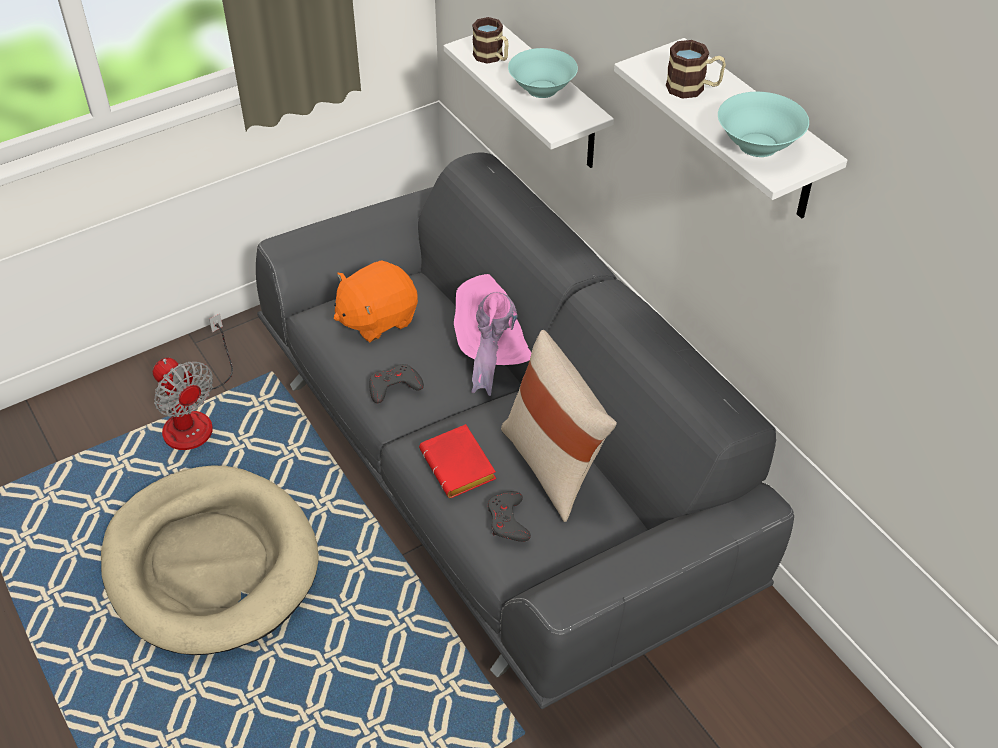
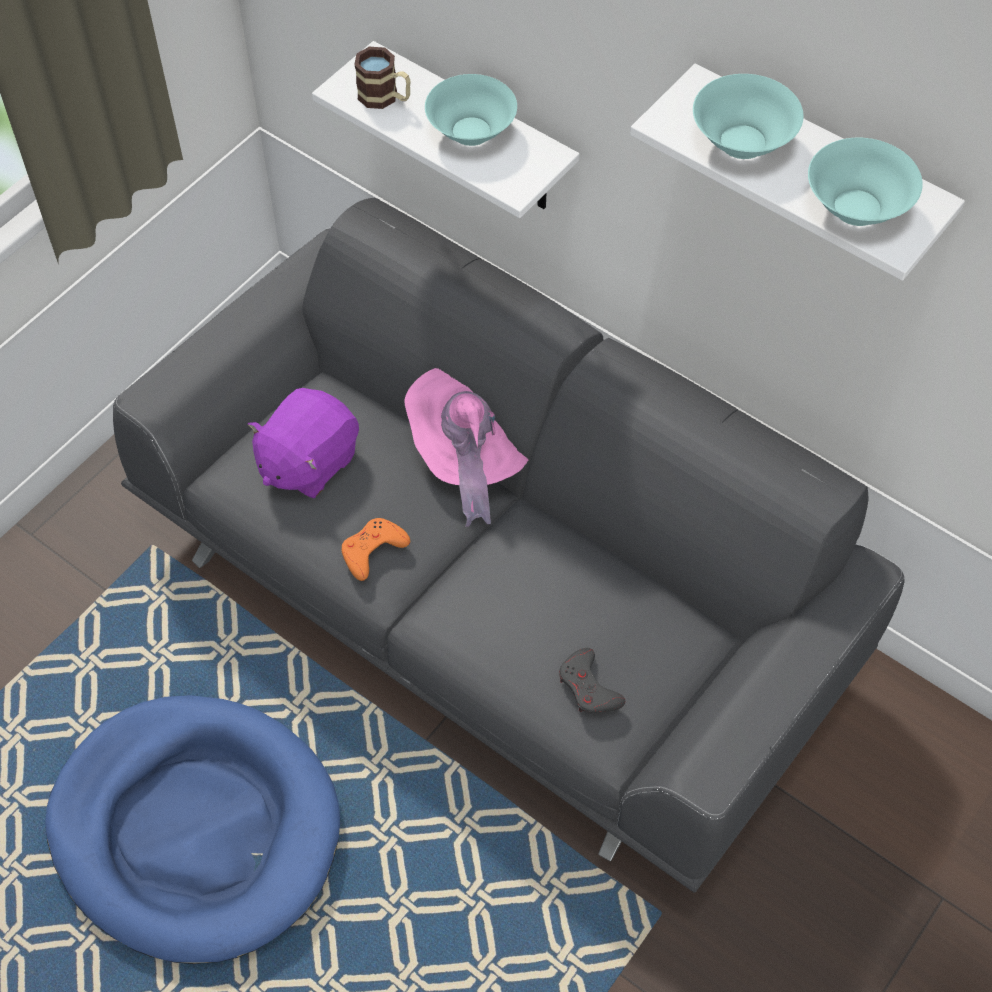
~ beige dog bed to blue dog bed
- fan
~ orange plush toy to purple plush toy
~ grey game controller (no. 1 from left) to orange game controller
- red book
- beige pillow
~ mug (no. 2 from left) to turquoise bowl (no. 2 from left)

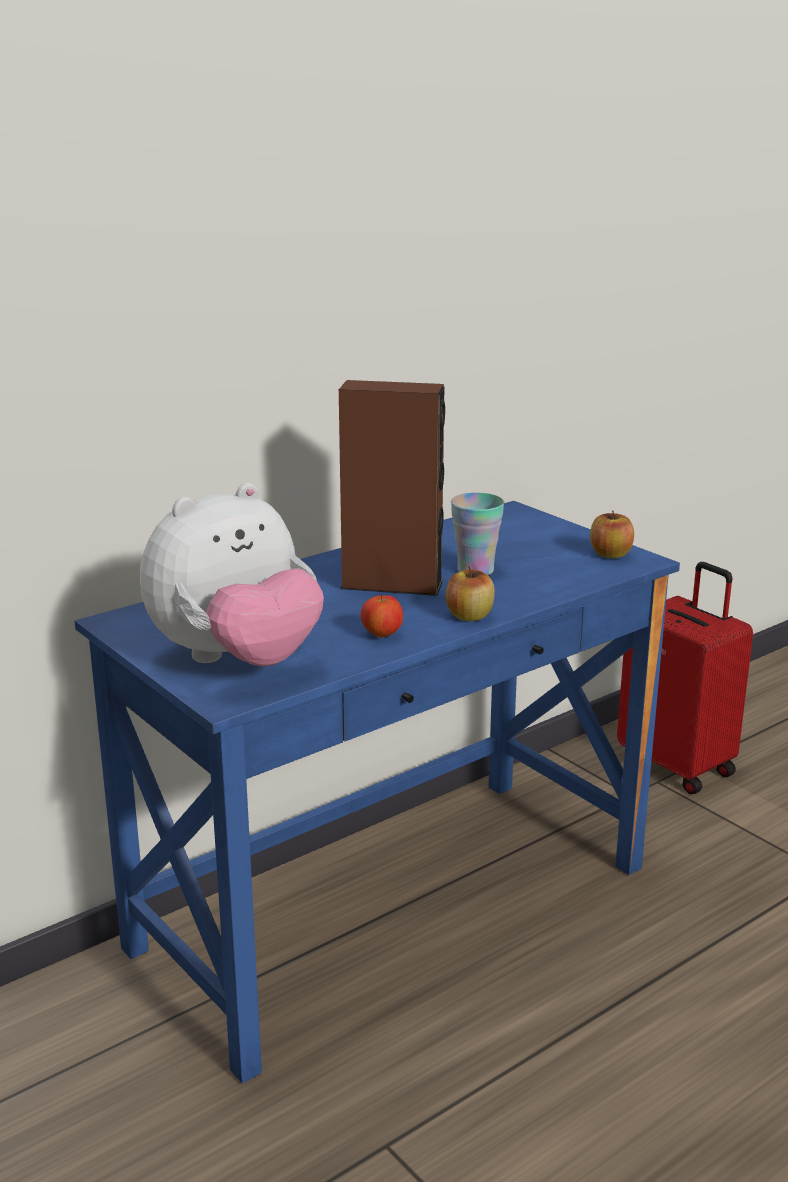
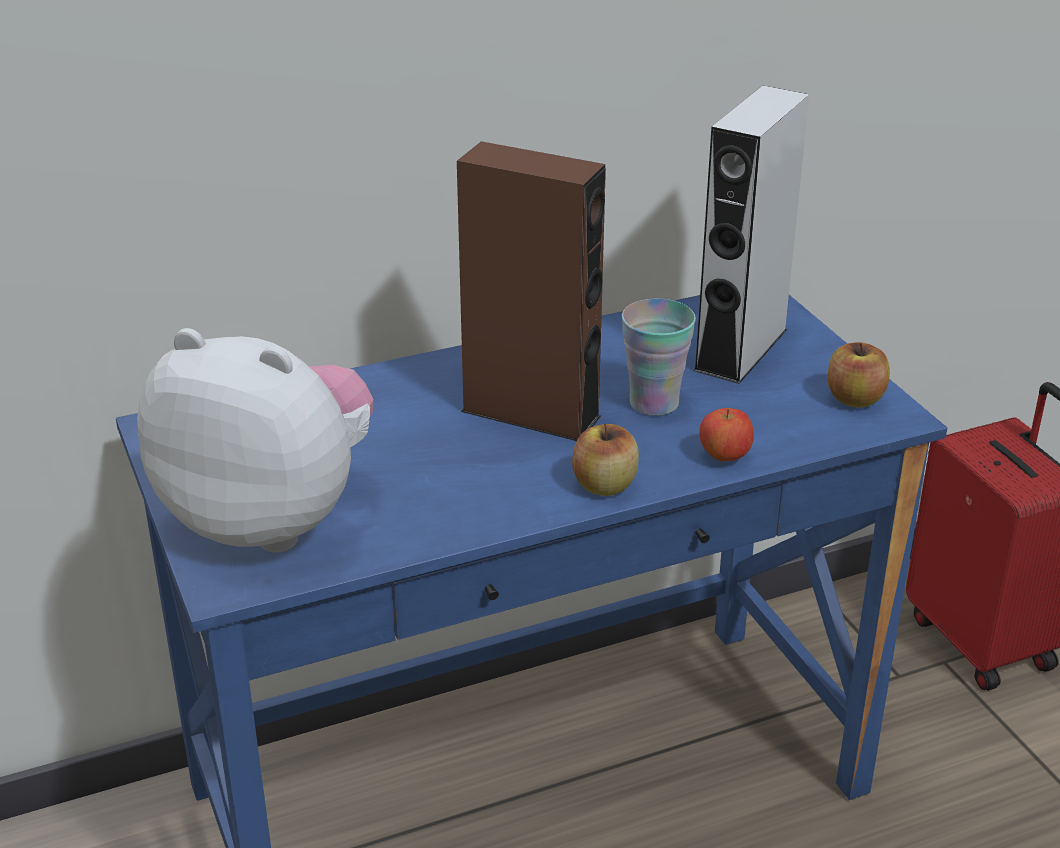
~ plush toy 135 degrees counterclockwise
~ apple (no. 1 from left in the first image) to apple (no. 2 from left)
+ grey speaker

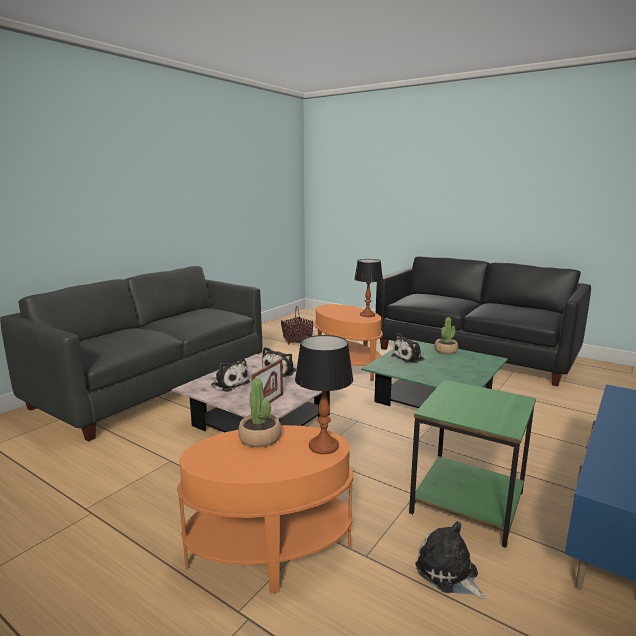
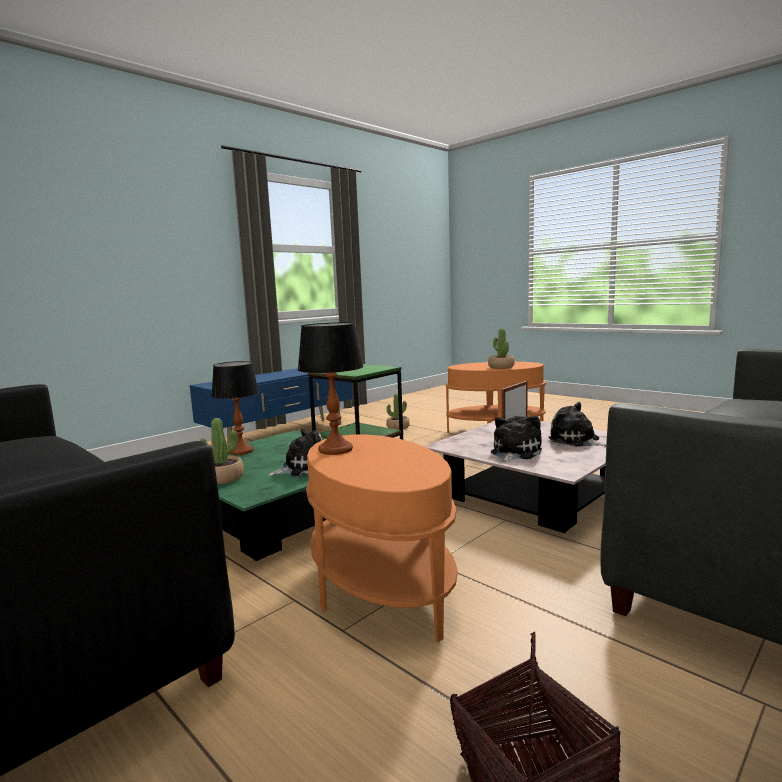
~ table lamp (no. 1 from left)
~ plush toy (no. 4 from left) to potted plant (no. 2 from left)

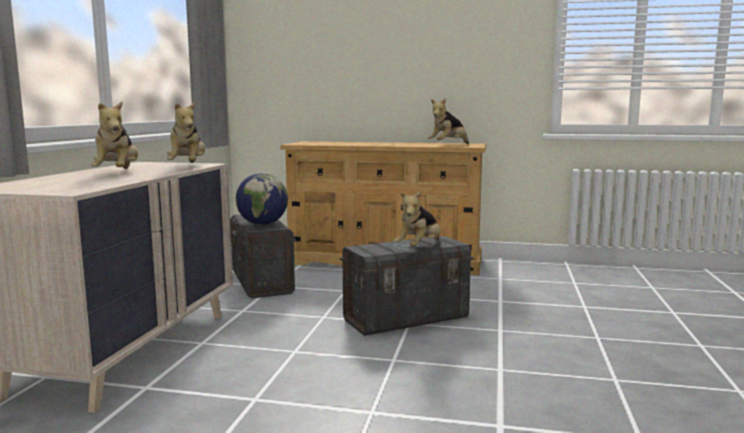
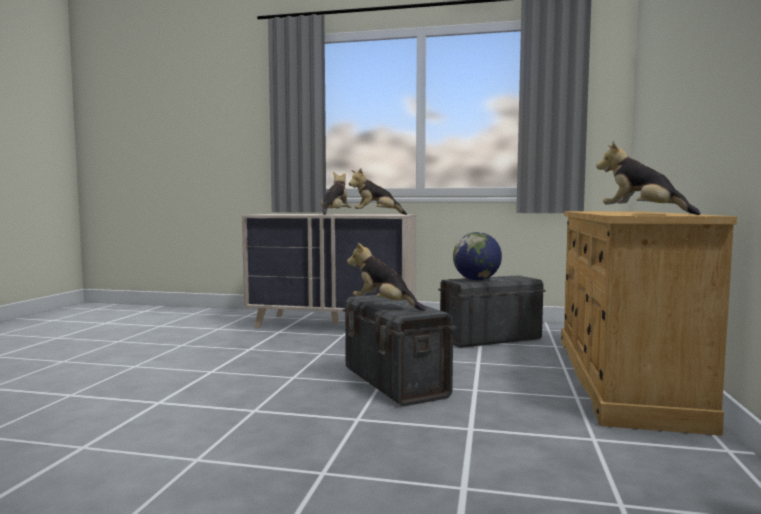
~ plush toy (no. 1 from left) 120 degrees clockwise

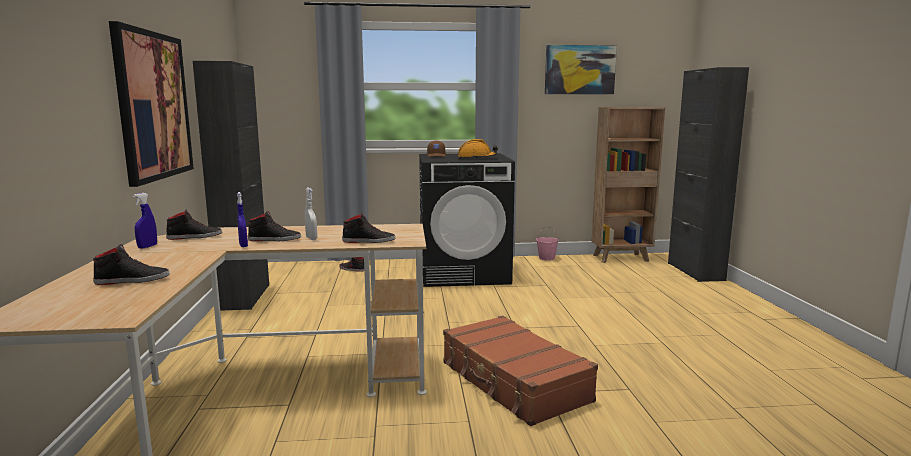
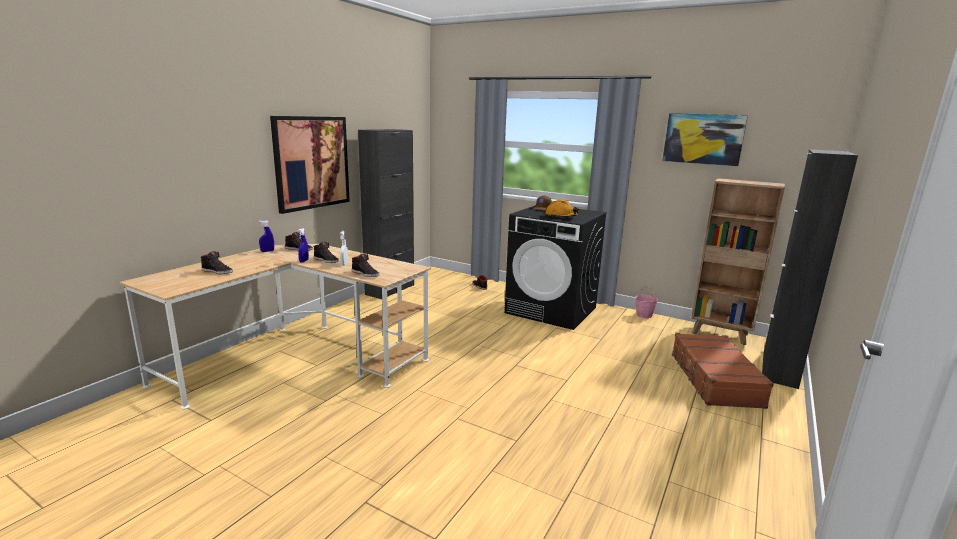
~ brown suitcase

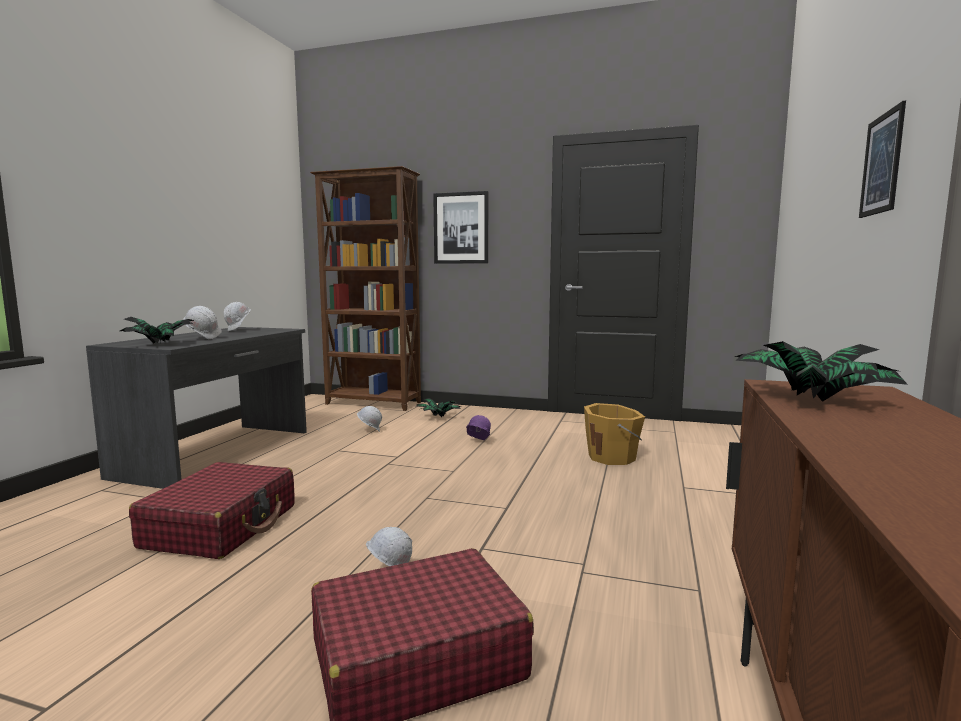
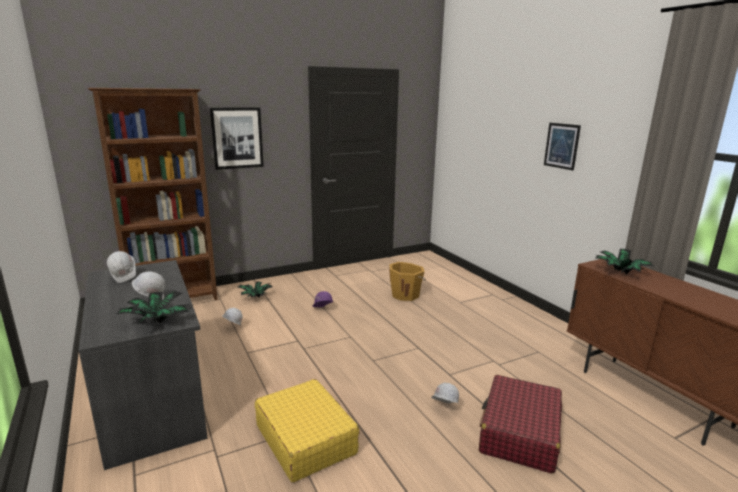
~ red suitcase (no. 1 from left) to yellow suitcase

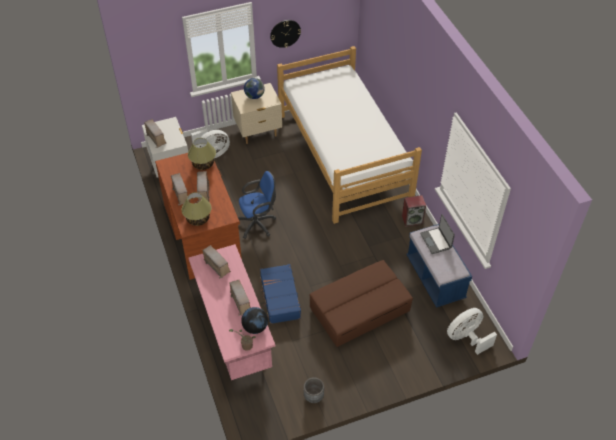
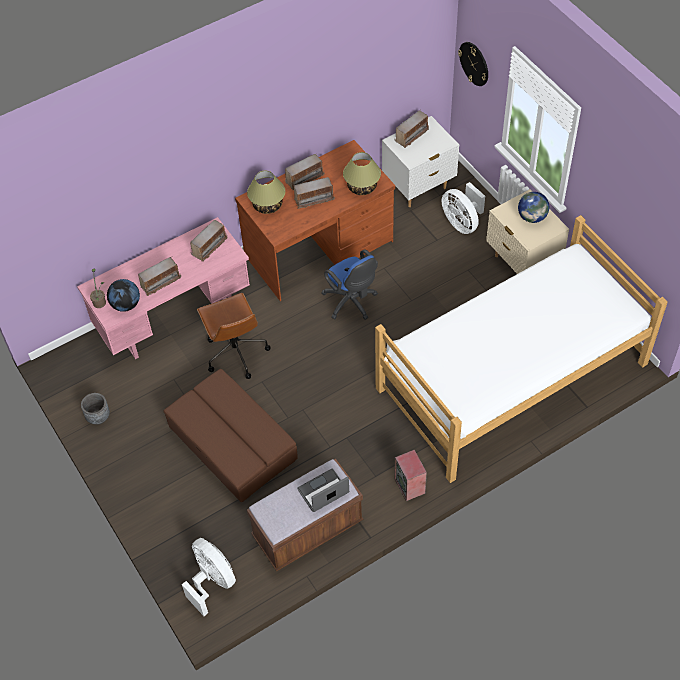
~ blue suitcase to brown office chair
~ wall clock
~ blue bench to brown bench

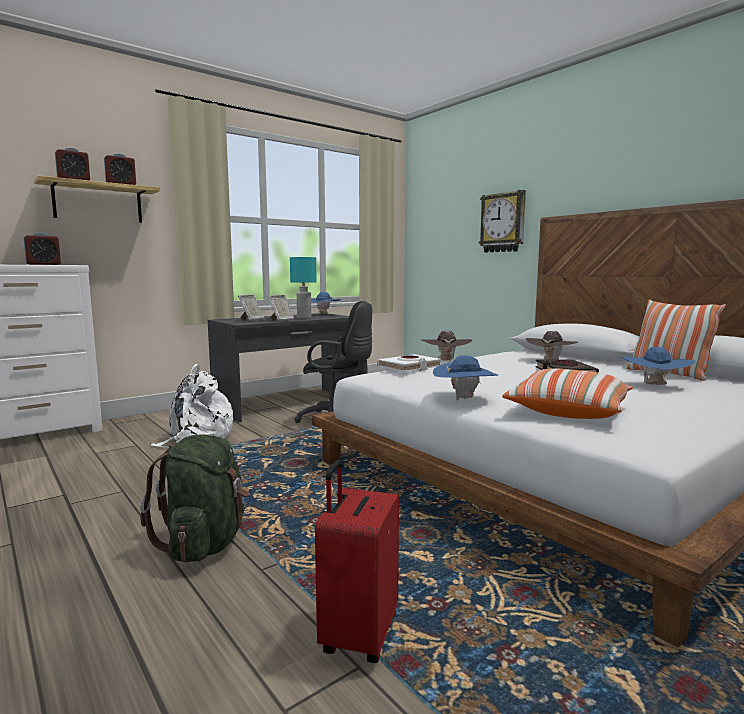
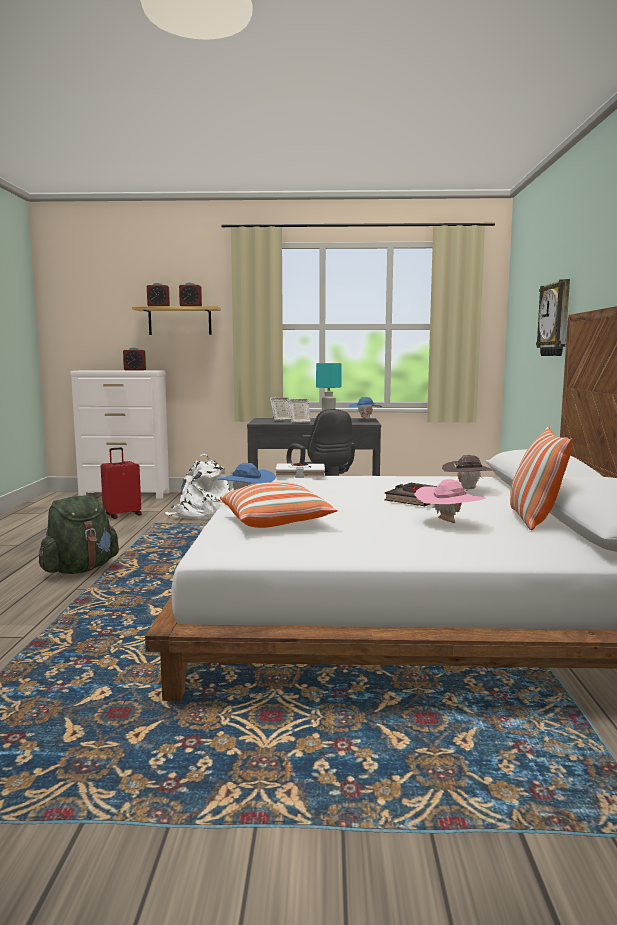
~ red suitcase
- brown hat (no. 1 from left)
~ blue hat (no. 3 from left) to pink hat

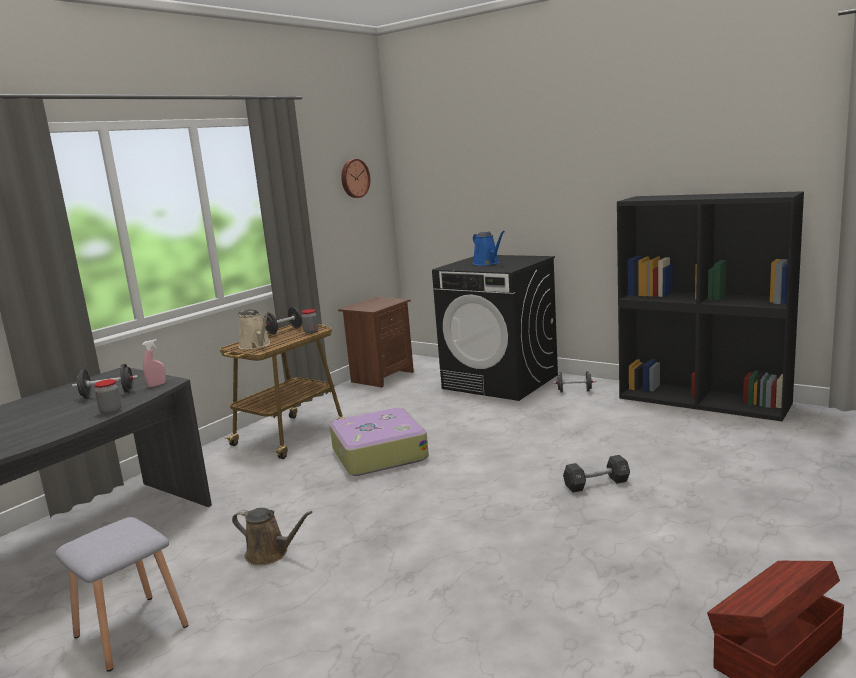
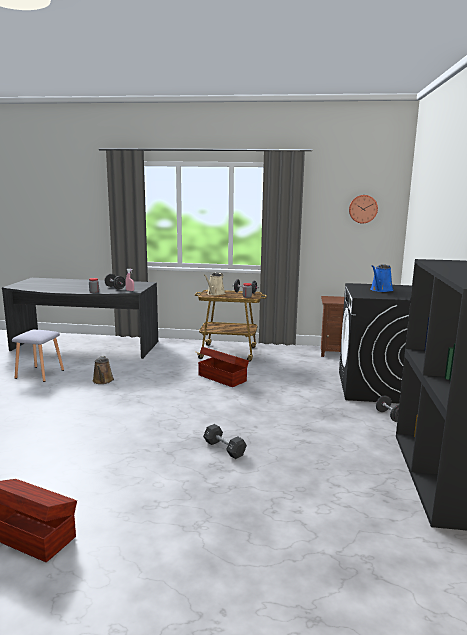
~ suitcase to brown storage box (no. 2 from left)

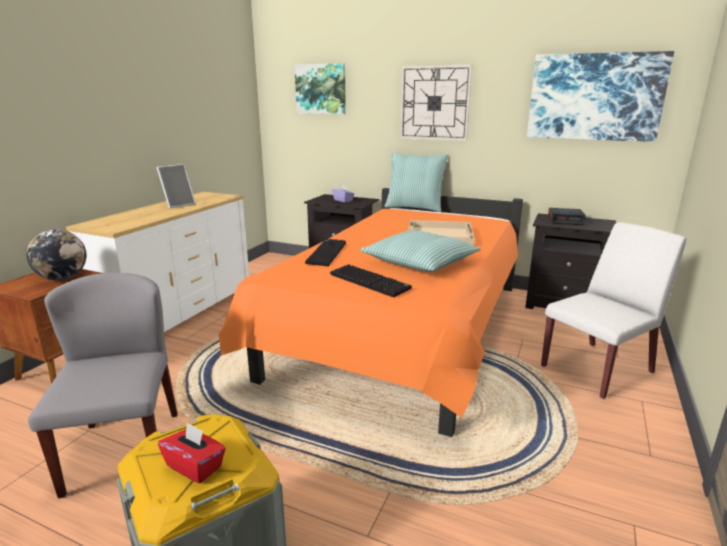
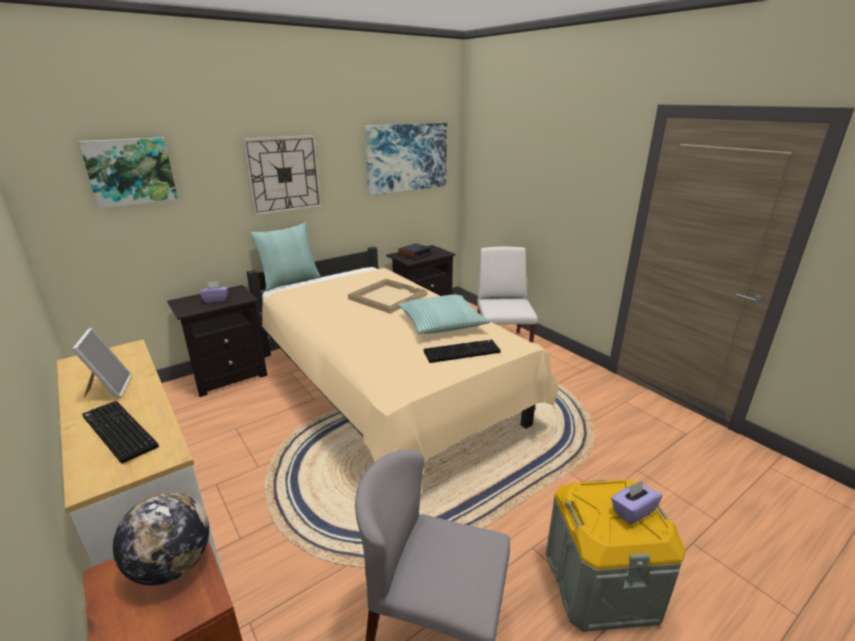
~ red tissue box to purple tissue box (no. 2 from left)
~ orange bed to beige bed
~ keyboard (no. 1 from left)

